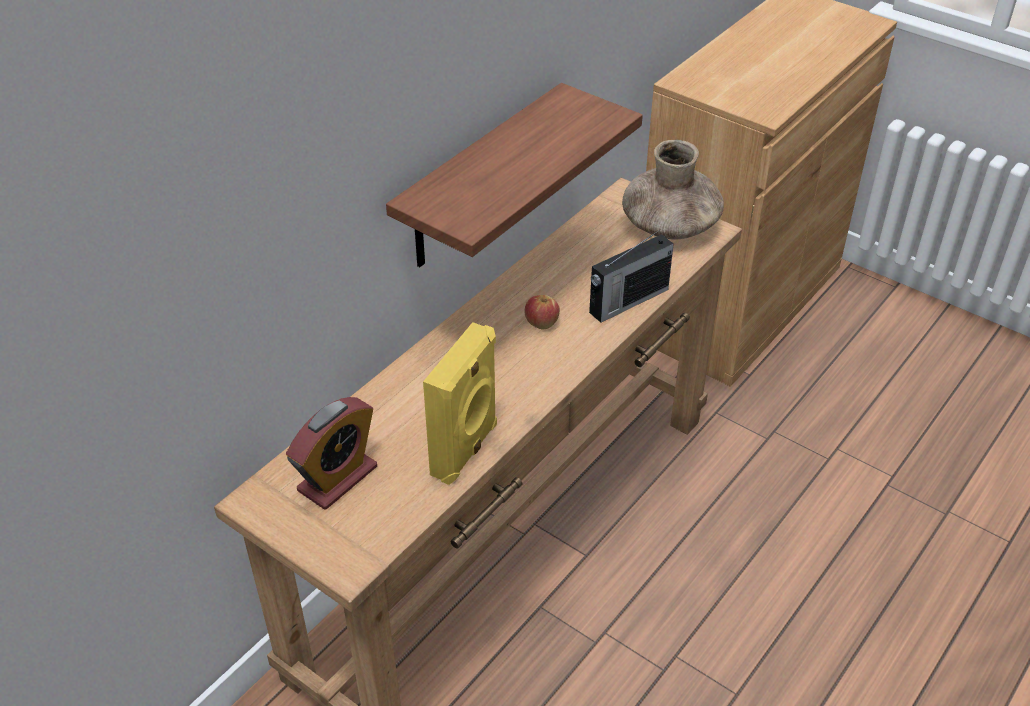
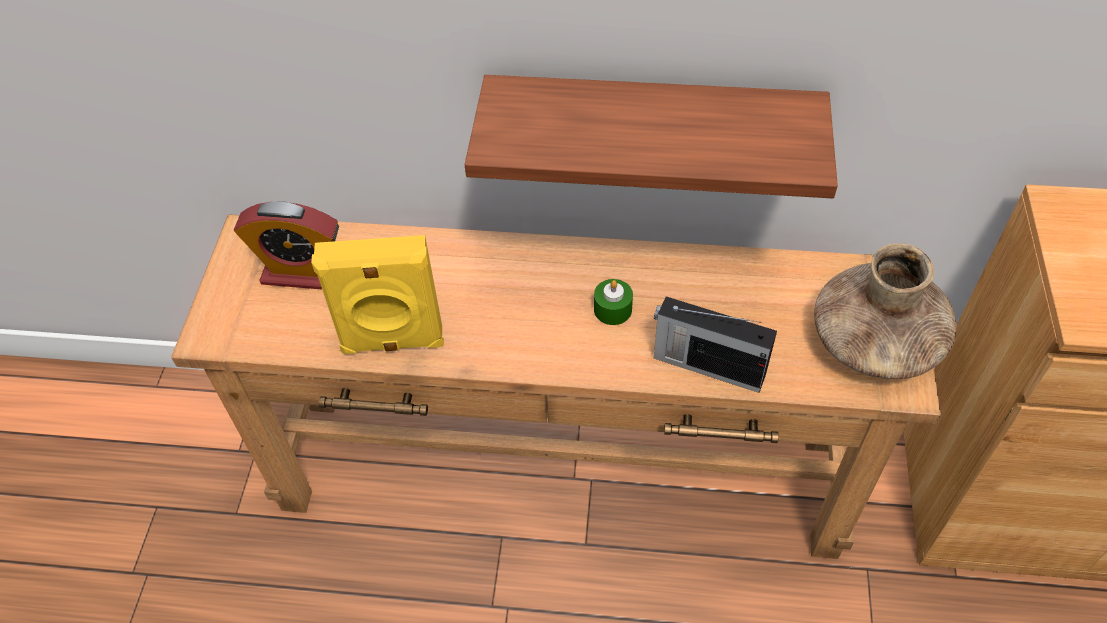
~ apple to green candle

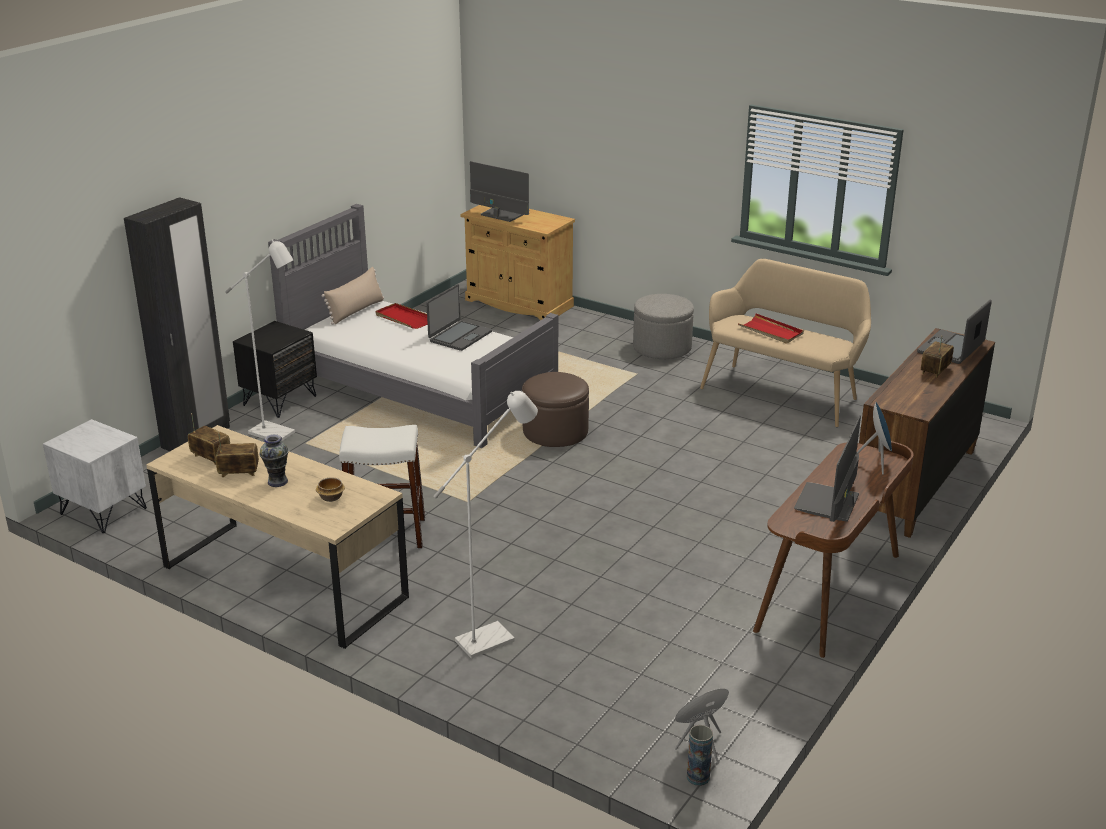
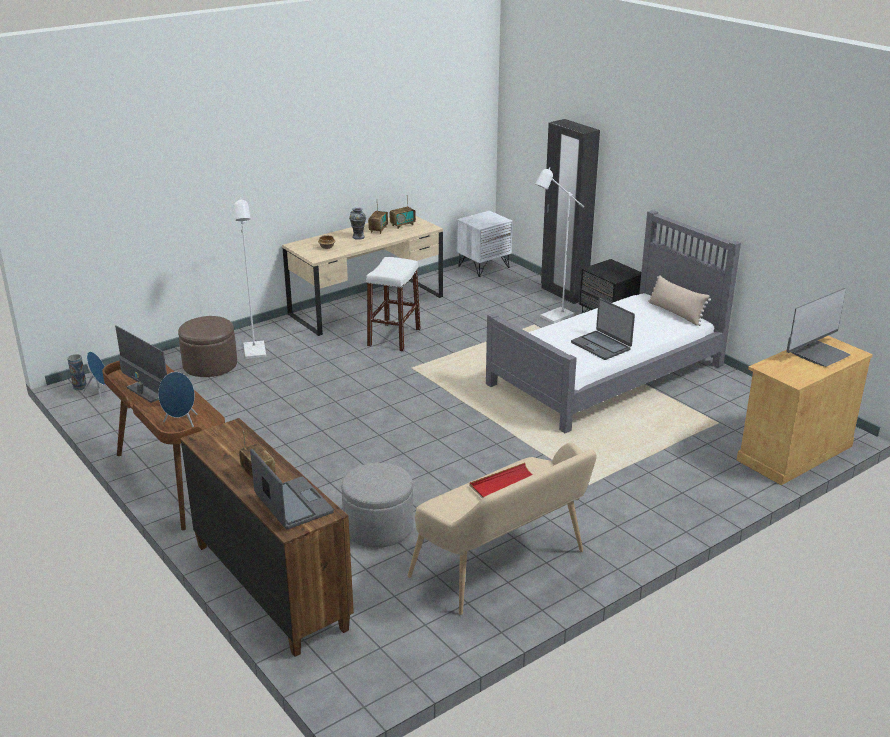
- red tray (no. 1 from left)
~ brown ottoman
~ grey ottoman

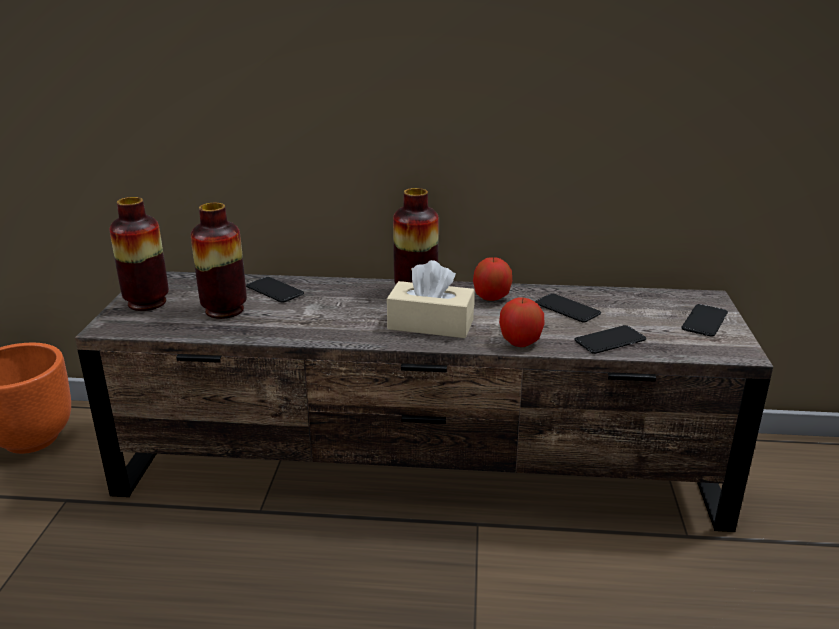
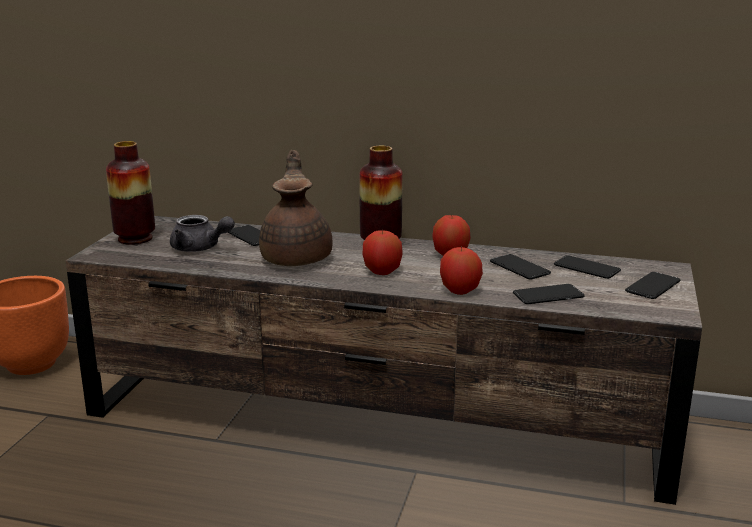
~ vase (no. 2 from left) to grey teapot
~ beige tissue box to apple (no. 1 from left)
+ brown teapot
+ phone (no. 4 from left)

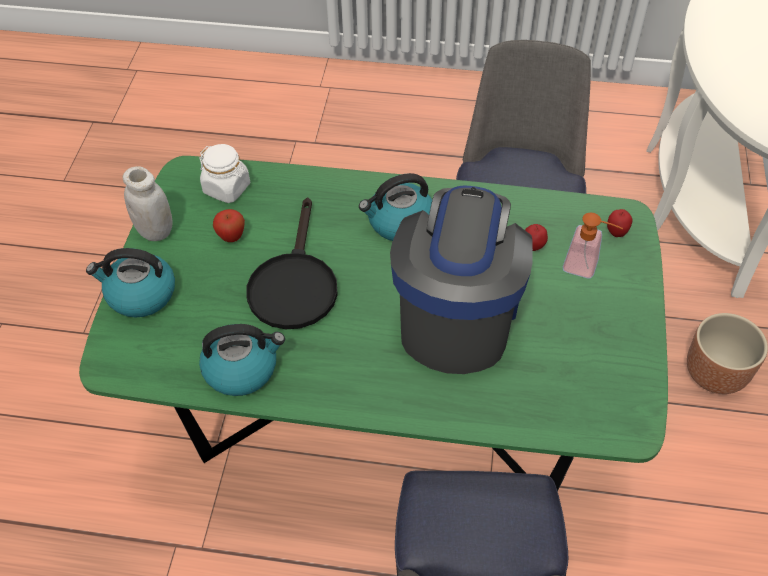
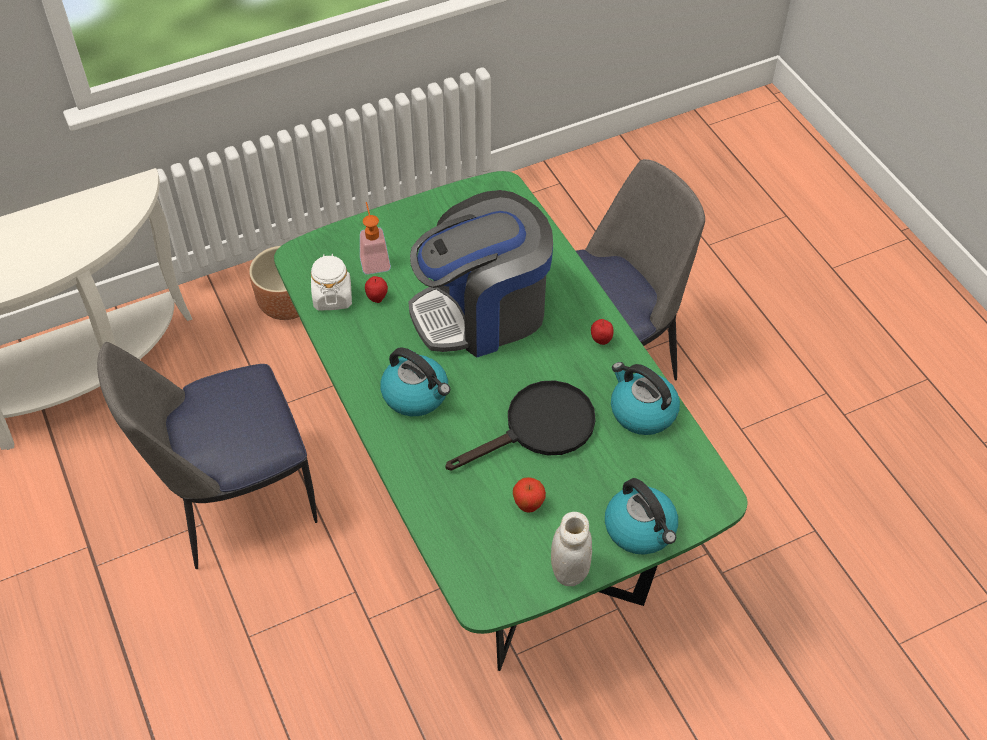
~ white jar (no. 2 from left in the first image) to white jar (no. 1 from left)
~ apple (no. 3 from left)

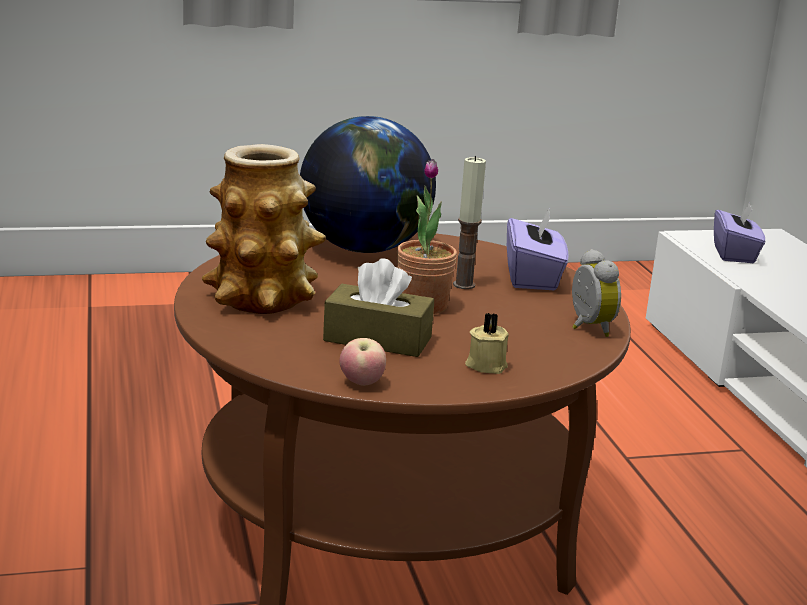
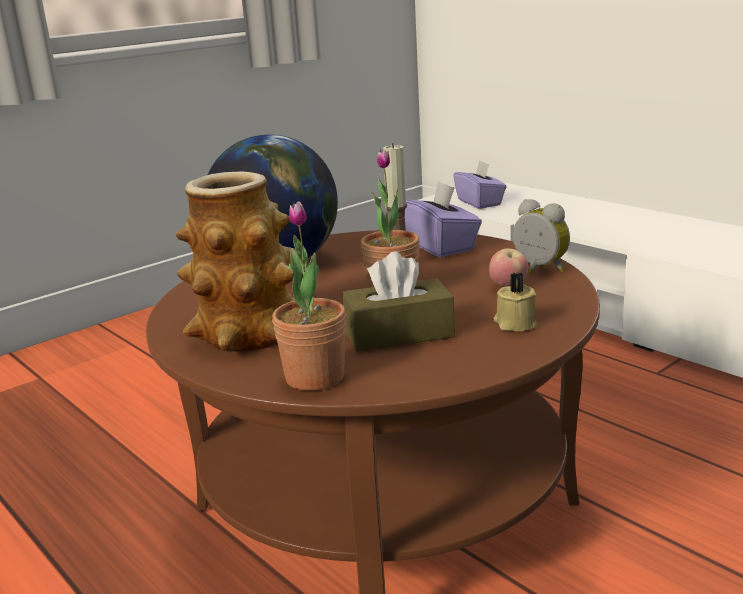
~ apple
+ potted plant (no. 1 from left)

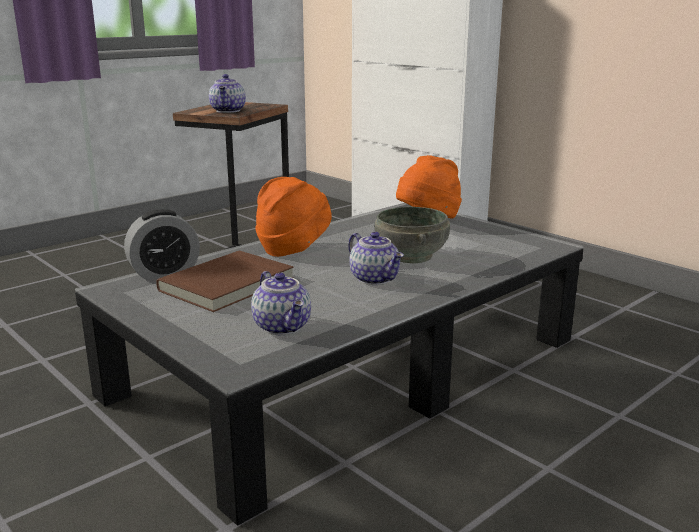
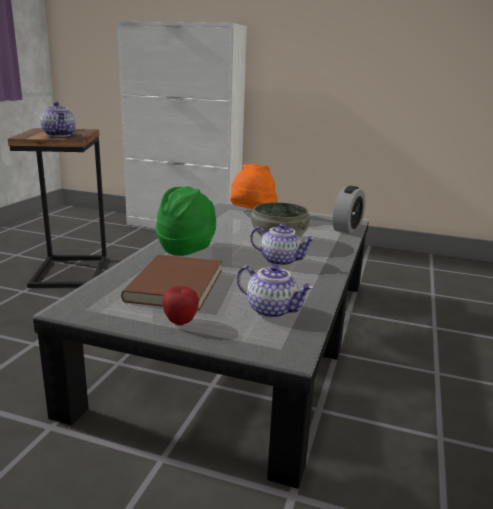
~ alarm clock
~ orange hat (no. 1 from left) to green hat
+ apple

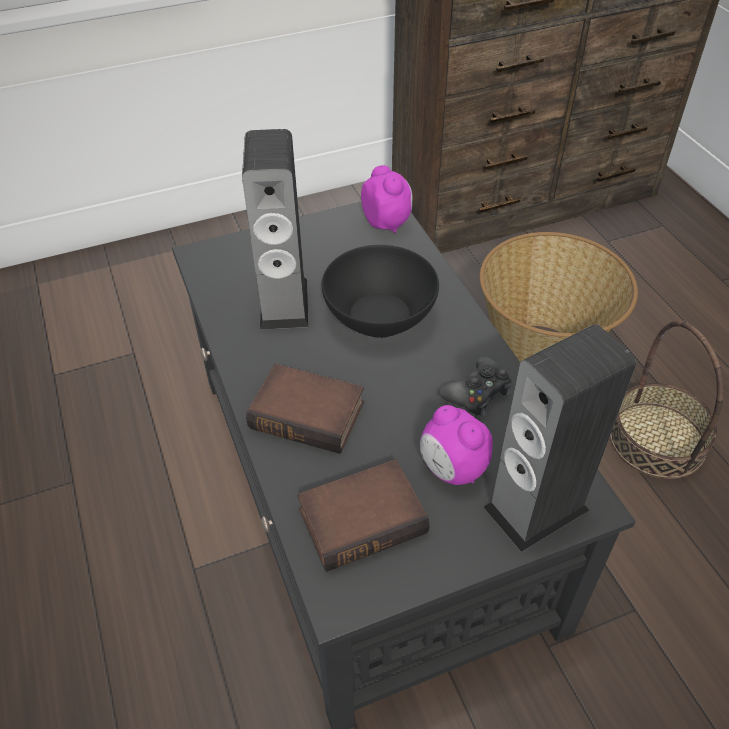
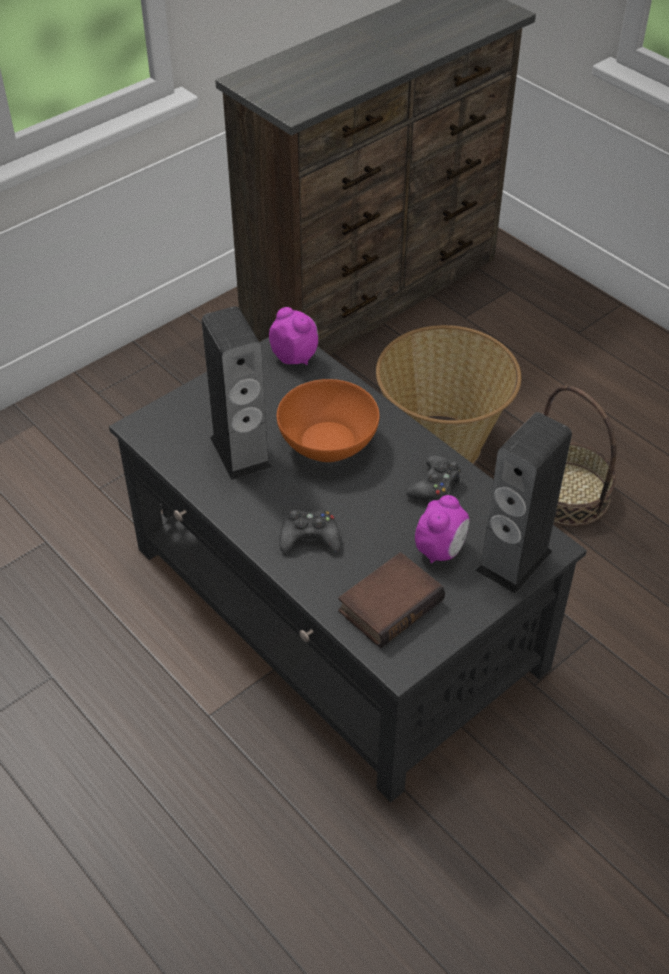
~ book (no. 1 from left) to black game controller (no. 1 from left)
~ black bowl to orange bowl
~ alarm clock (no. 2 from left) 90 degrees counterclockwise

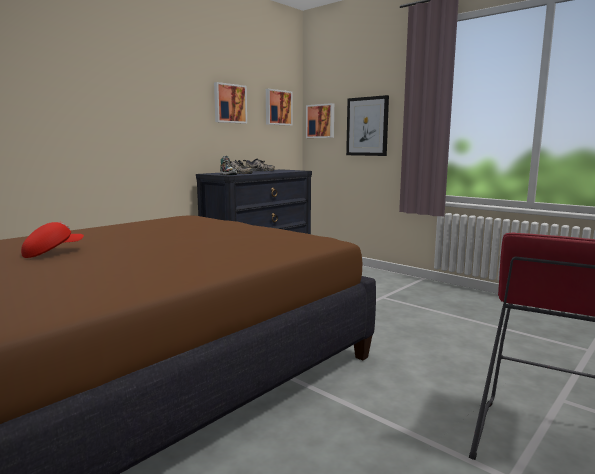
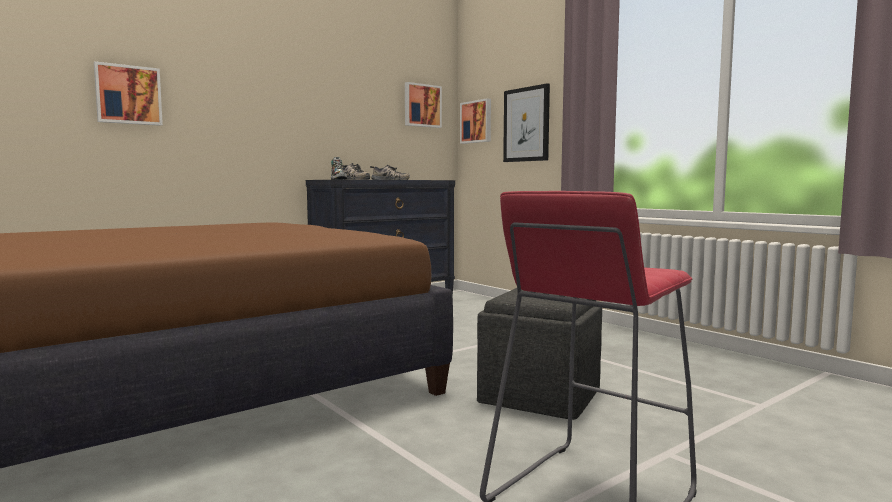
- red cap
~ picture (no. 1 from left)
+ grey ottoman

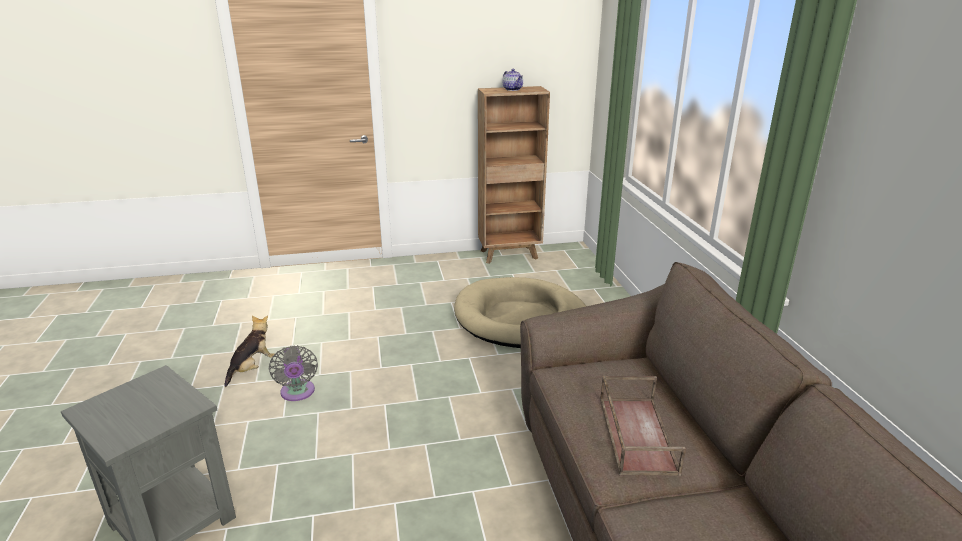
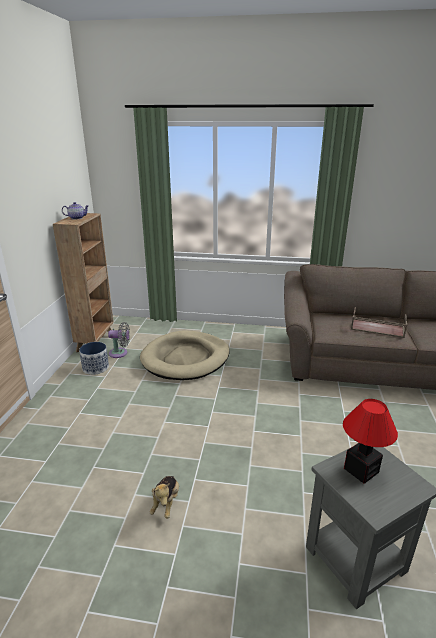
~ plush toy 135 degrees counterclockwise
~ grey fan
+ planter
+ table lamp

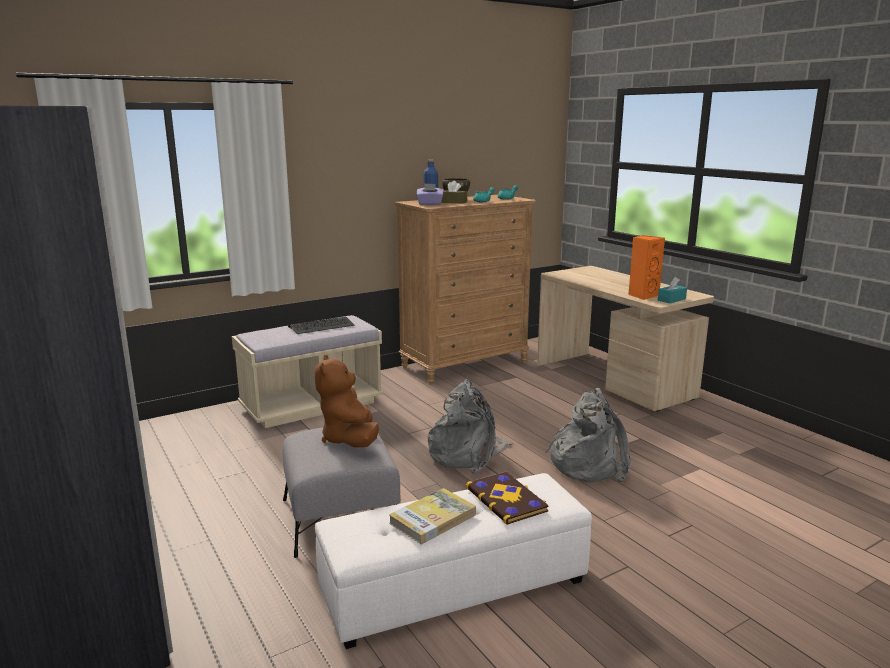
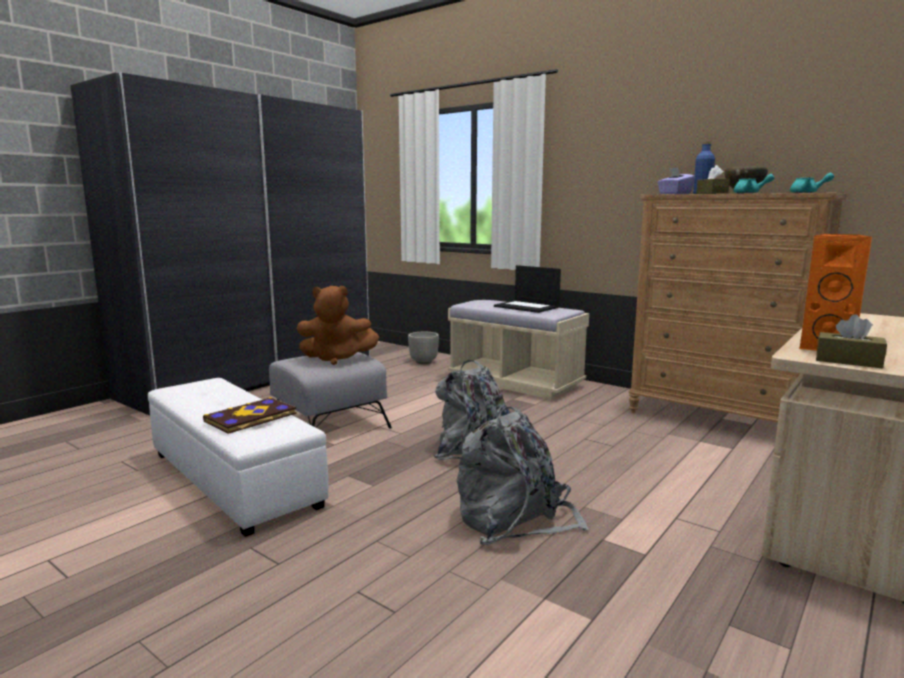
~ keyboard to laptop
~ brown plush toy 150 degrees counterclockwise
- book (no. 1 from left)
~ turquoise tissue box to brown tissue box (no. 2 from left)
+ planter

